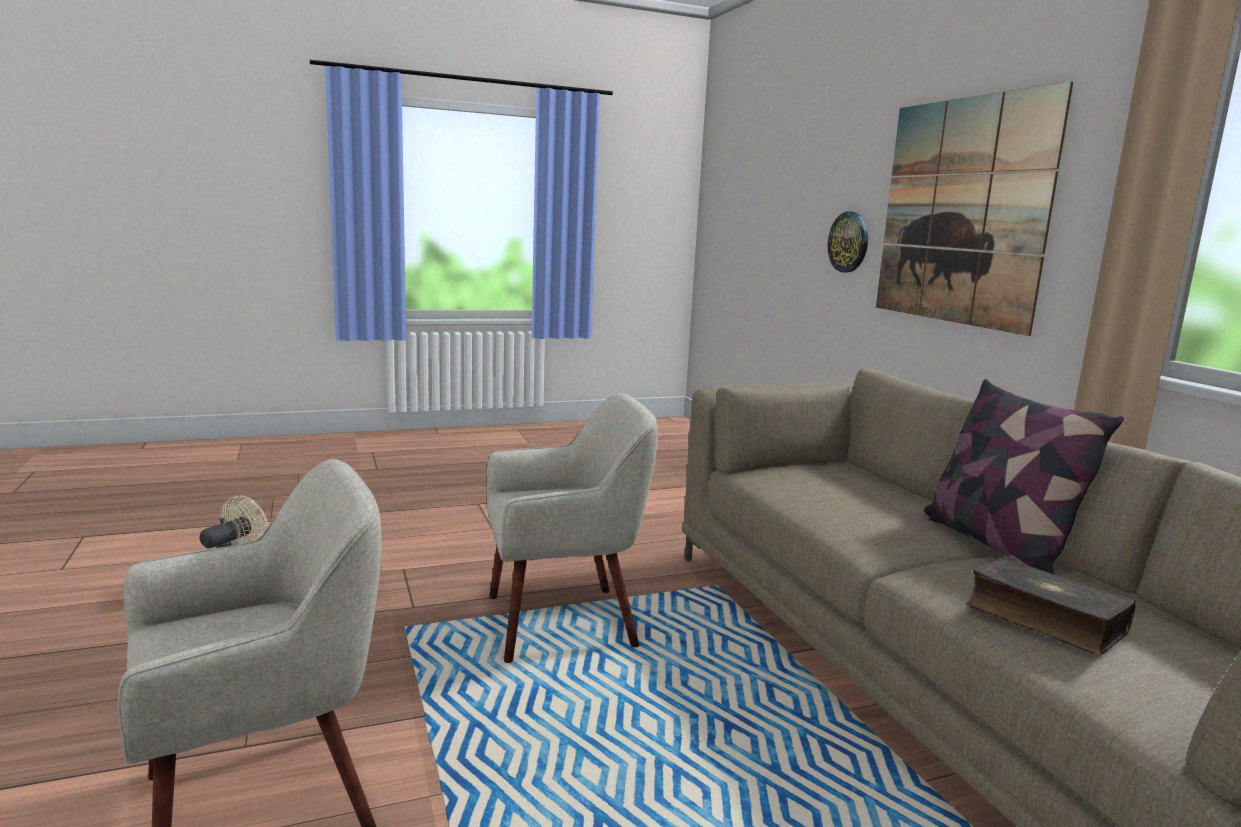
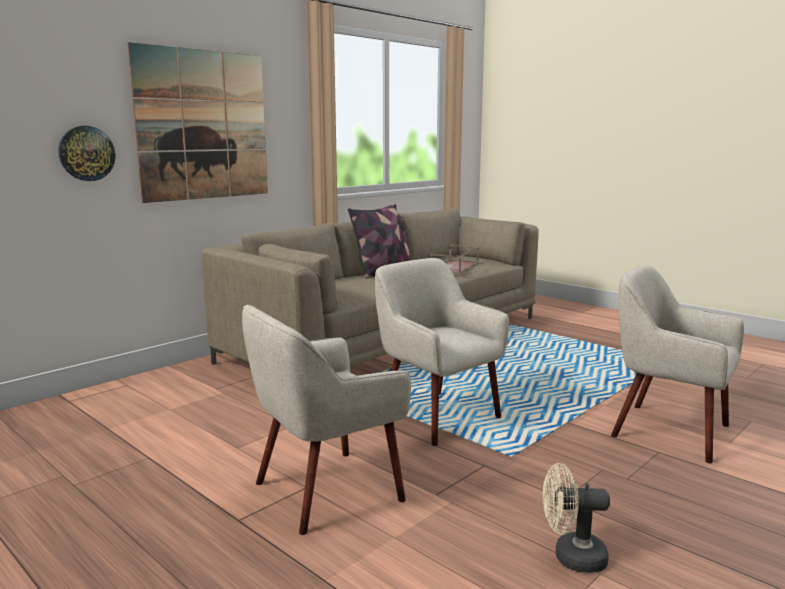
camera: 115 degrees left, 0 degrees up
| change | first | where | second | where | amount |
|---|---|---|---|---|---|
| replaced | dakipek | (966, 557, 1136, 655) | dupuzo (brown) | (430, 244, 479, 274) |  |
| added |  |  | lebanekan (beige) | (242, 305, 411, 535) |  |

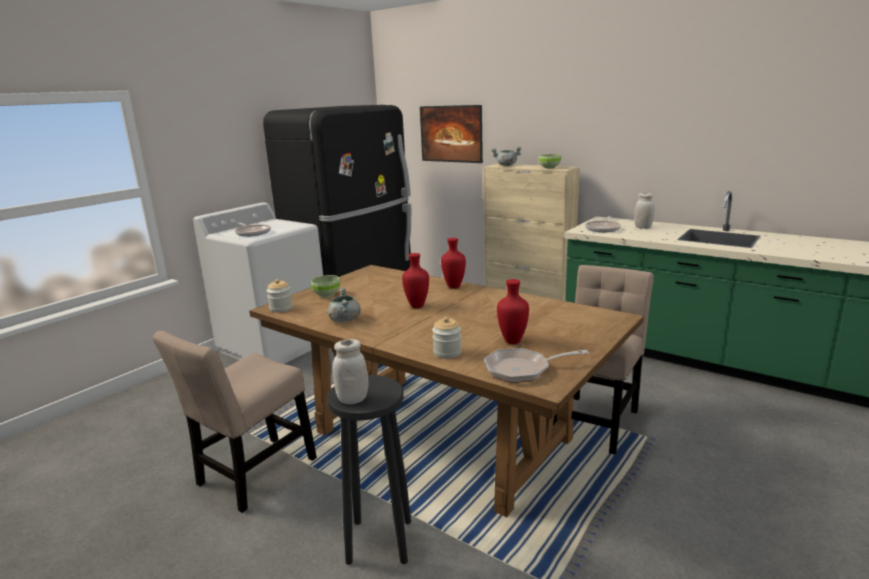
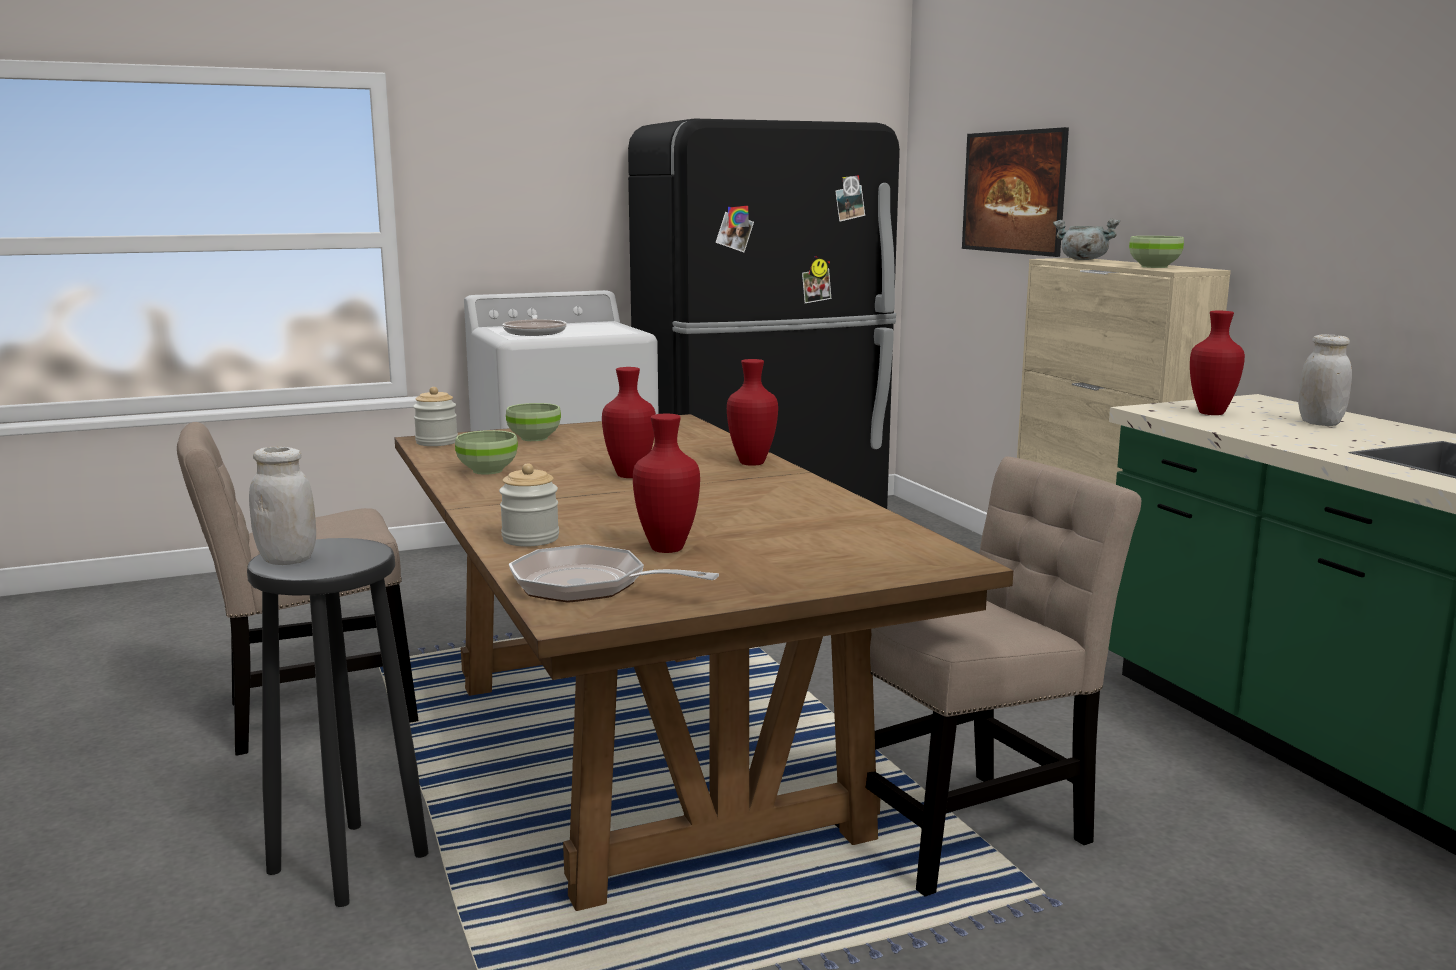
camera: 30 degrees right, 5 degrees down
| change | first | where | second | where | amount |
|---|---|---|---|---|---|
| replaced | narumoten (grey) | (328, 288, 361, 322) | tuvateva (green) | (455, 430, 518, 475) |  |
| replaced | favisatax | (585, 216, 621, 233) | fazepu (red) | (1190, 311, 1245, 415) |  |

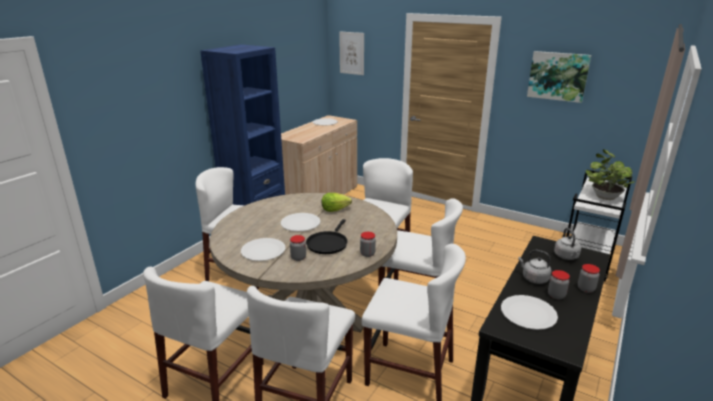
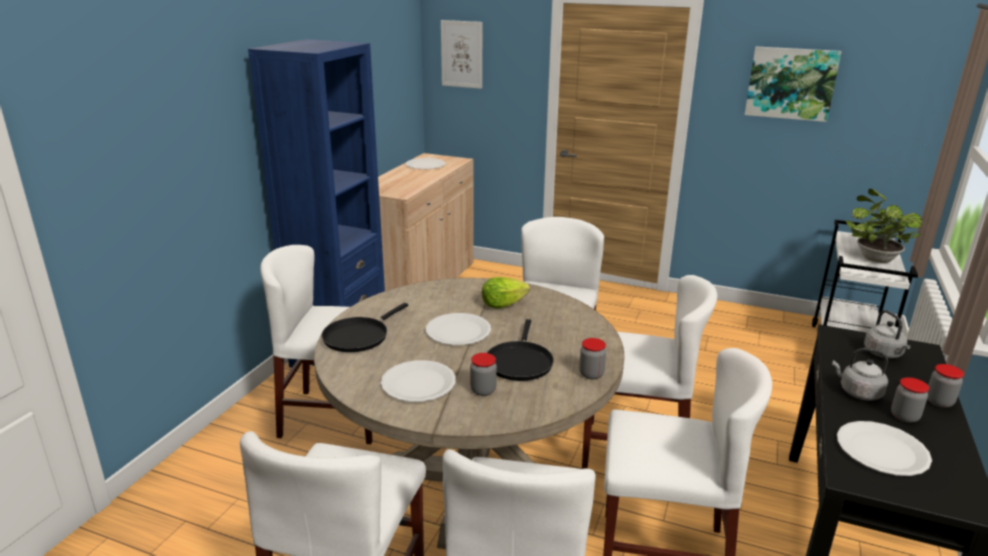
camera: 10 degrees left, 0 degrees up
| change | first | where | second | where | amount |
|---|---|---|---|---|---|
| added |  |  | favisatax (black) | (322, 303, 408, 352) |  |

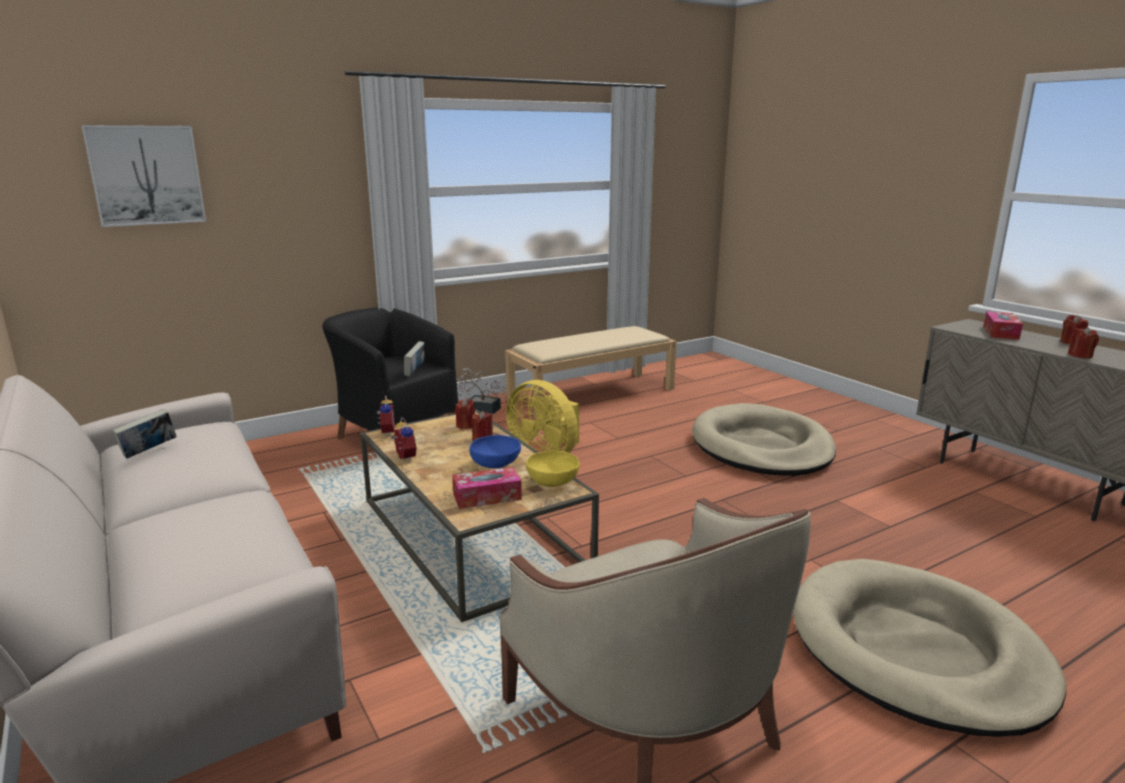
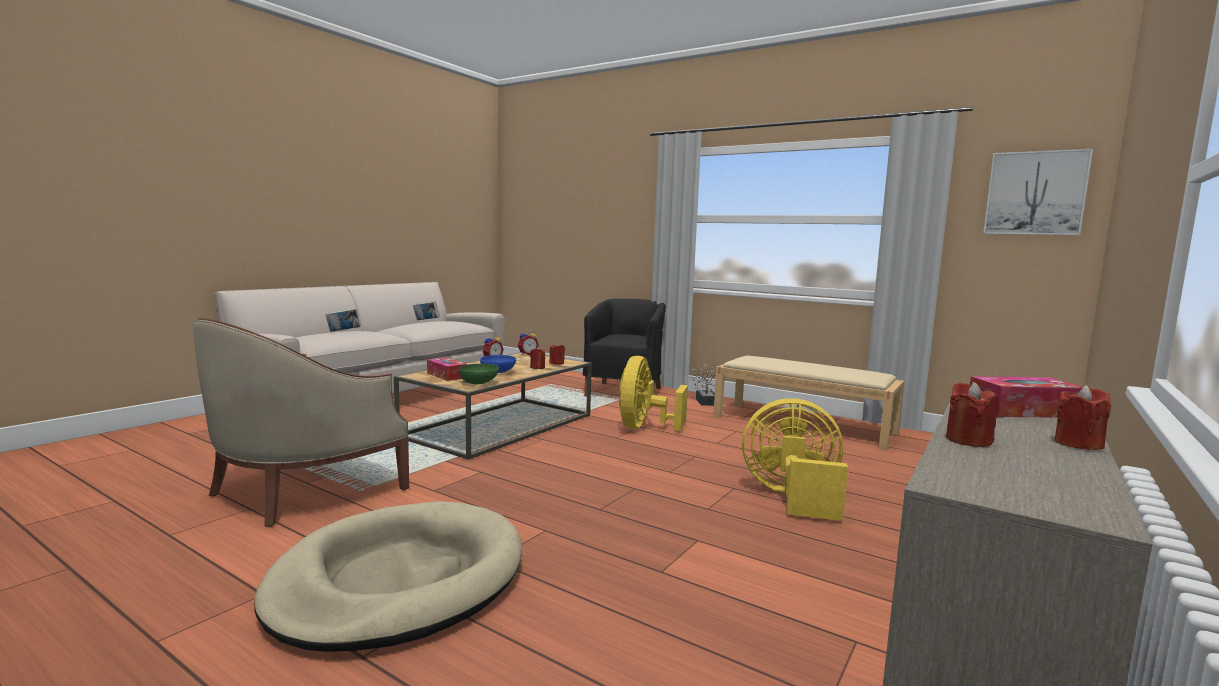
camera: 65 degrees right, 10 degrees down
| change | first | where | second | where | amount |
|---|---|---|---|---|---|
| moved | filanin | (81, 125, 206, 227) |  | (983, 149, 1093, 235) |  |
| moved | dakipek | (404, 341, 425, 377) |  | (325, 308, 361, 332) |  |
| recoloured | tuvateva (yellow) | (526, 451, 580, 487) | tuvateva (green) | (459, 364, 499, 385) |  |
| replaced | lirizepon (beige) | (692, 403, 836, 476) | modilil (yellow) | (742, 398, 848, 521) |  |

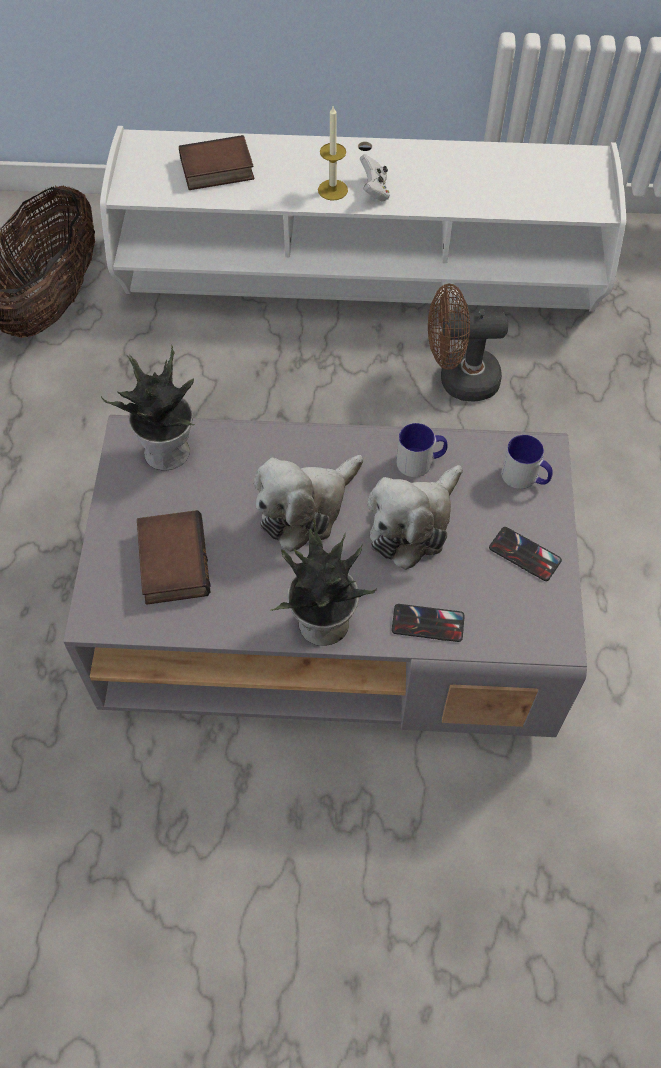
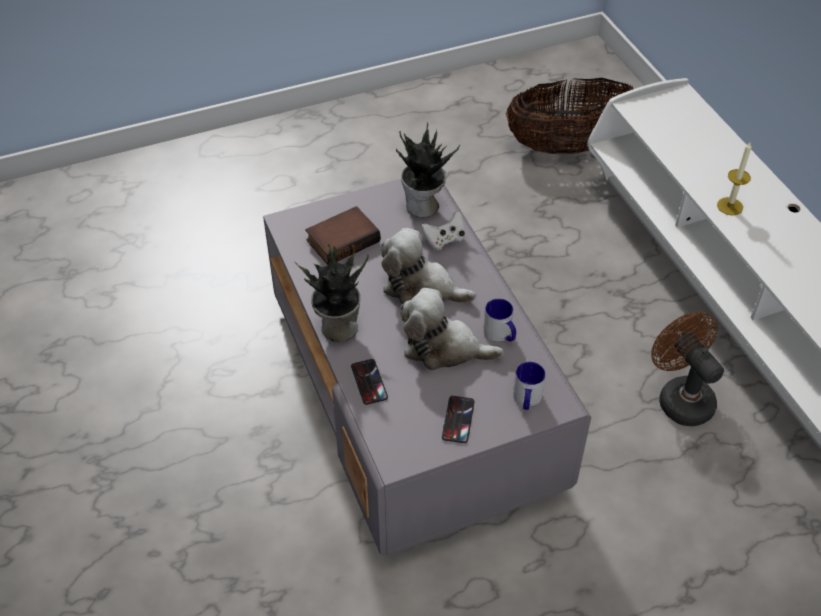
camera: 65 degrees right, 10 degrees down
| change | first | where | second | where | amount |
|---|---|---|---|---|---|
| removed | dakipek | (179, 135, 254, 190) |  |  |  |
| moved | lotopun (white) | (360, 155, 390, 201) |  | (421, 210, 465, 250) |  |

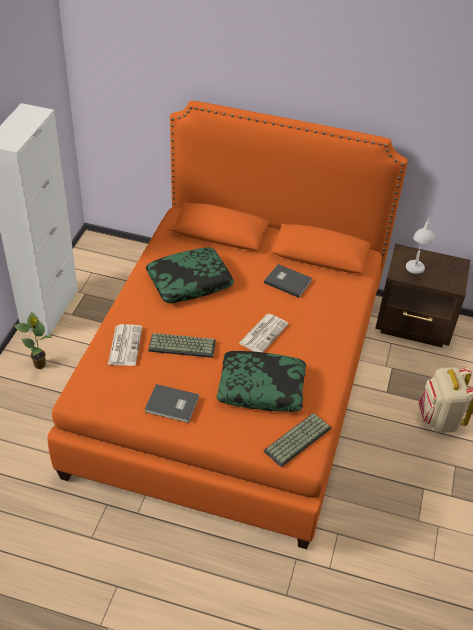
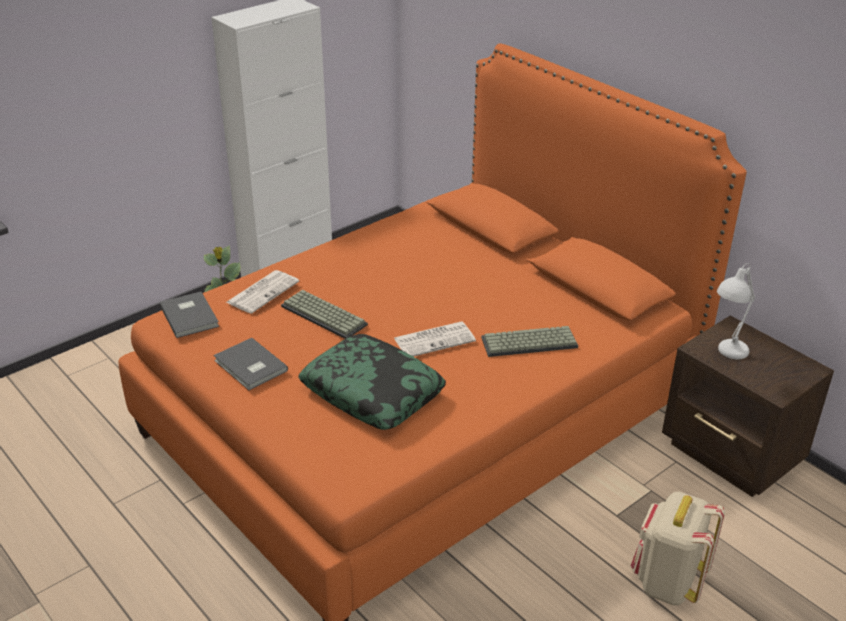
camera: 35 degrees right, 10 degrees down
| change | first | where | second | where | amount |
|---|---|---|---|---|---|
| removed | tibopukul | (146, 247, 234, 303) |  |  |  |
| moved | dakipek (grey) | (264, 264, 312, 298) |  | (160, 292, 219, 338) |  |
| moved | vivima | (264, 413, 331, 467) |  | (481, 326, 578, 357) |  |

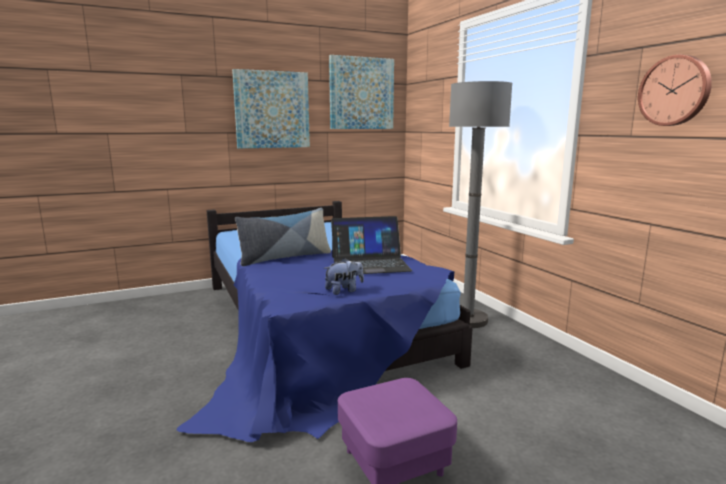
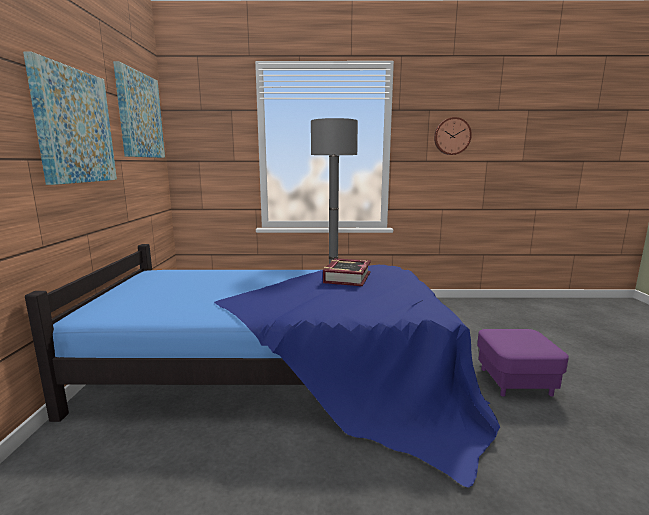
camera: 65 degrees left, 0 degrees up
| change | first | where | second | where | amount |
|---|---|---|---|---|---|
| removed | tibopukul | (235, 208, 331, 266) |  |  |  |
| removed | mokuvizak | (324, 258, 364, 295) |  |  |  |
| replaced | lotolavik | (331, 216, 412, 274) | dakipek | (323, 258, 371, 286) |  |

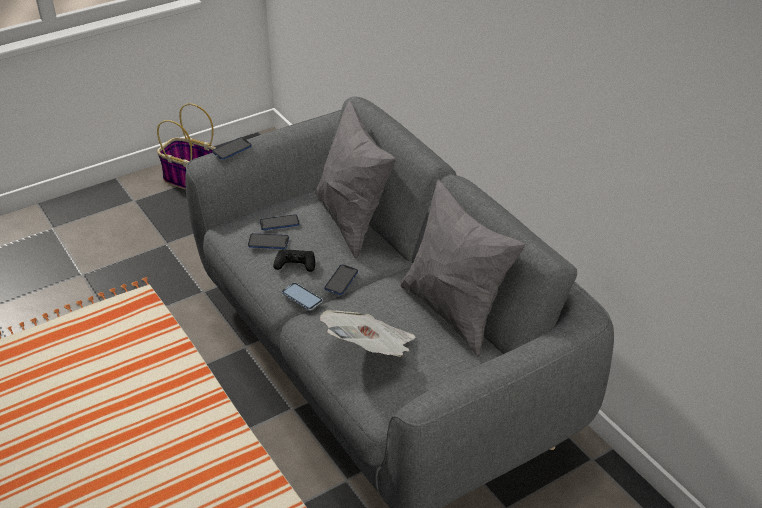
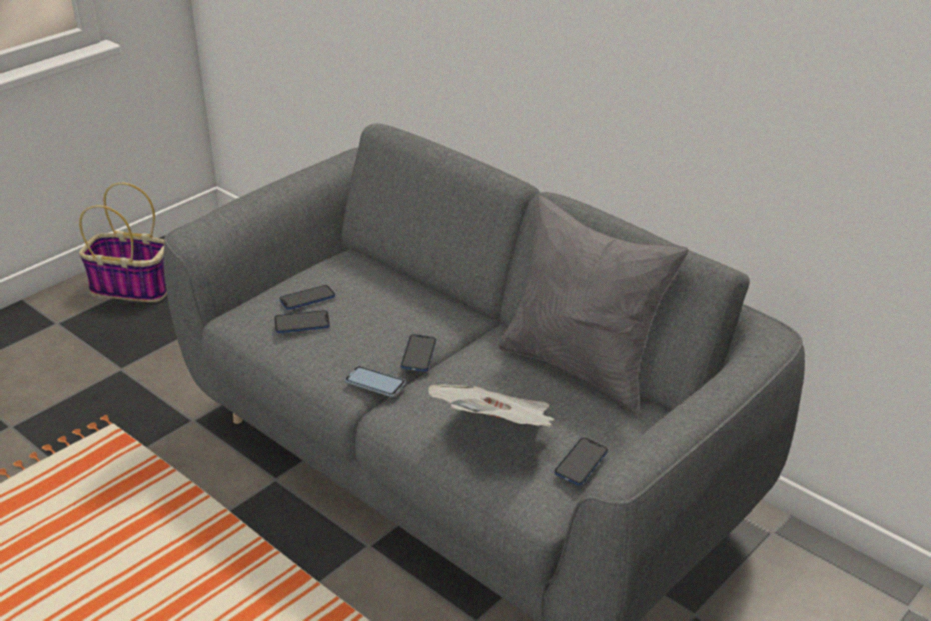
camera: 15 degrees left, 5 degrees down
| change | first | where | second | where | amount |
|---|---|---|---|---|---|
| moved | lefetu | (212, 137, 252, 160) |  | (554, 437, 608, 485) |  |
| removed | lotopun (black) | (273, 249, 315, 272) |  |  |  |
| removed | tibopukul (grey) | (315, 100, 396, 259) |  |  |  |

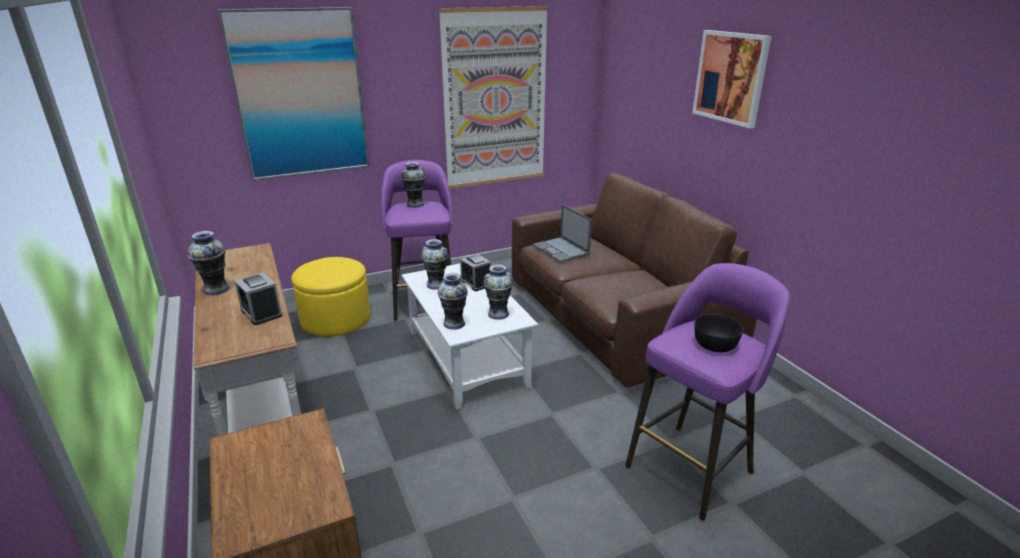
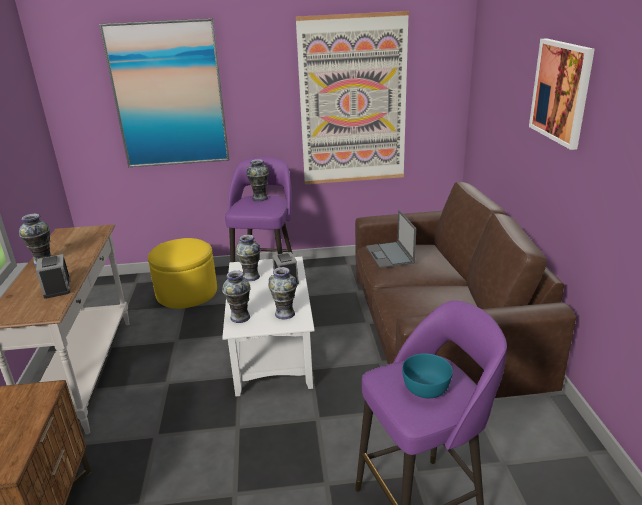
camera: 20 degrees right, 0 degrees up
| change | first | where | second | where | amount |
|---|---|---|---|---|---|
| recoloured | tuvateva (black) | (694, 314, 743, 352) | tuvateva (turquoise) | (402, 353, 453, 398) |  |

